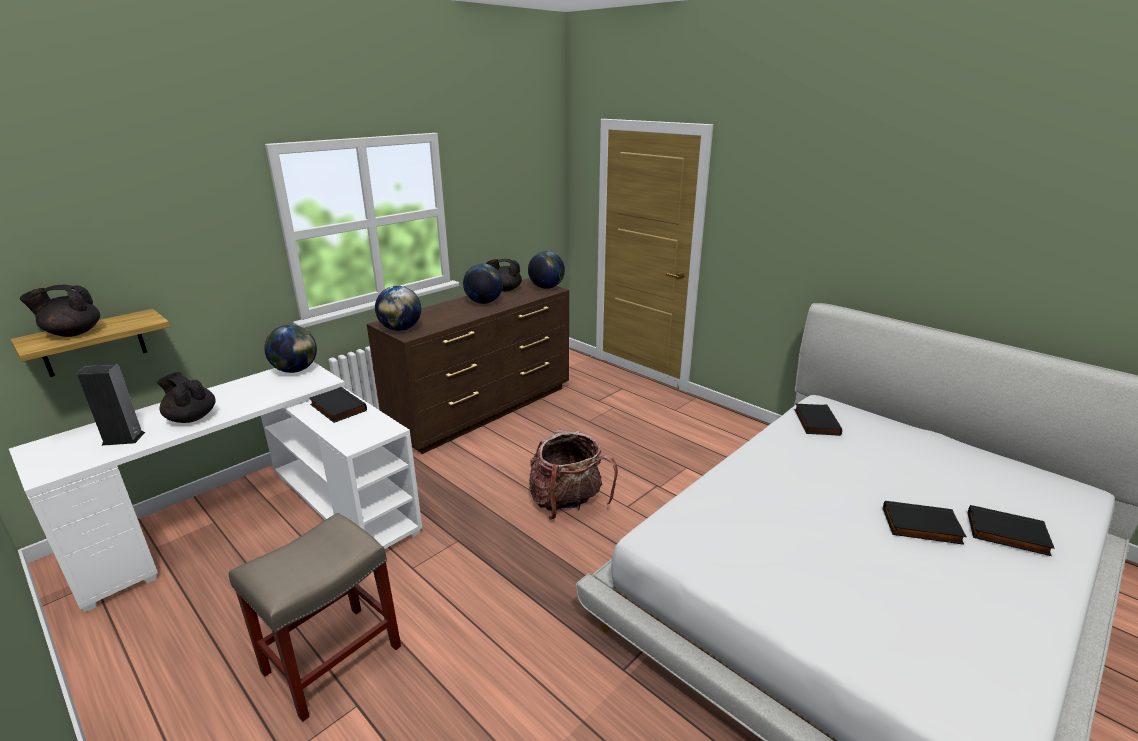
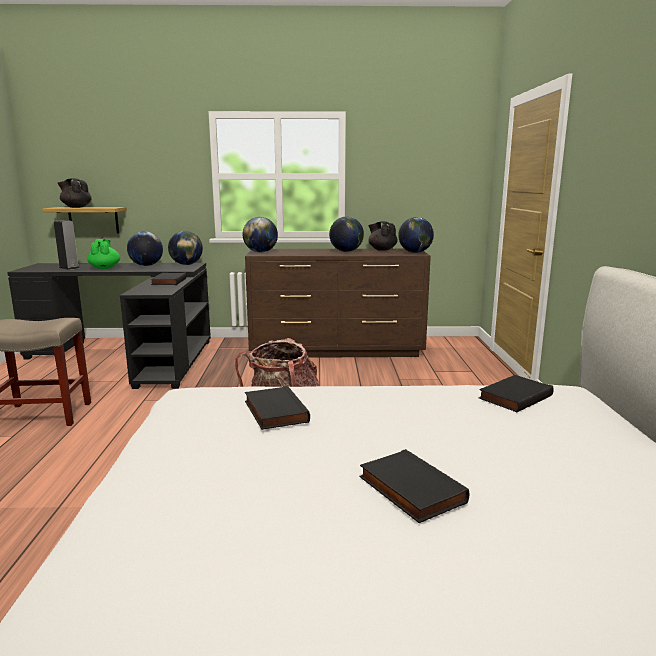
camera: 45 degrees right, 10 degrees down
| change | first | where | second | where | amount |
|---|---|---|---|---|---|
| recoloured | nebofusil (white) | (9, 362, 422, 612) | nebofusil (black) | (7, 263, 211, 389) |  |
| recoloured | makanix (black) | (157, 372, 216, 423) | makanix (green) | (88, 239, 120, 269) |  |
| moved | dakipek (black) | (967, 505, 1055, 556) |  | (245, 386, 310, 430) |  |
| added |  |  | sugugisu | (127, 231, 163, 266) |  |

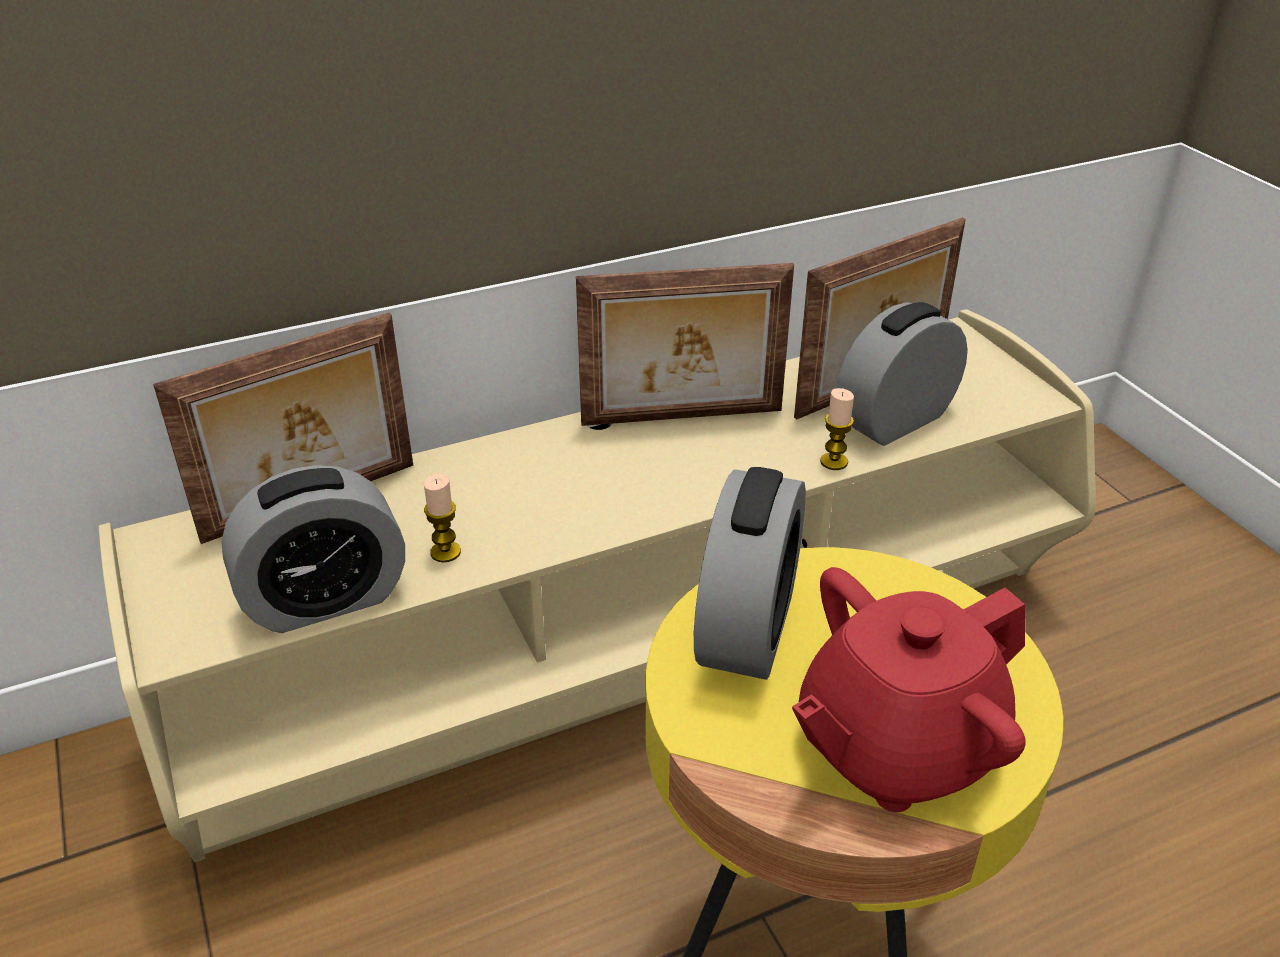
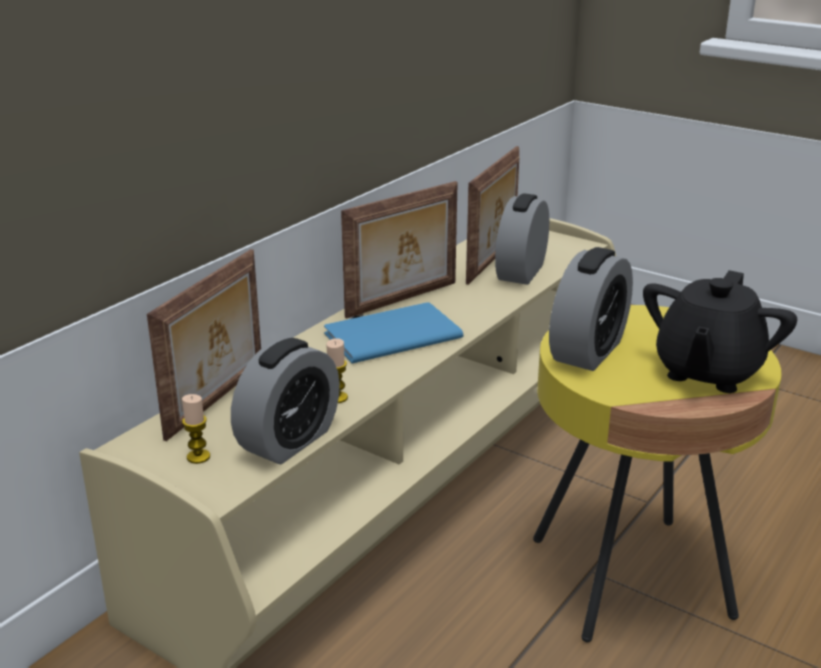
camera: 30 degrees left, 10 degrees down
| change | first | where | second | where | amount |
|---|---|---|---|---|---|
| turned | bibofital | (694, 467, 806, 680) |  | (549, 247, 633, 371) | 45 degrees clockwise |
| recoloured | makanix (red) | (792, 567, 1026, 812) | makanix (black) | (643, 270, 797, 393) |  |
| moved | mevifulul | (820, 388, 854, 470) |  | (182, 394, 210, 464) |  |
| added |  |  | dakipek (blue) | (324, 302, 464, 363) |  |

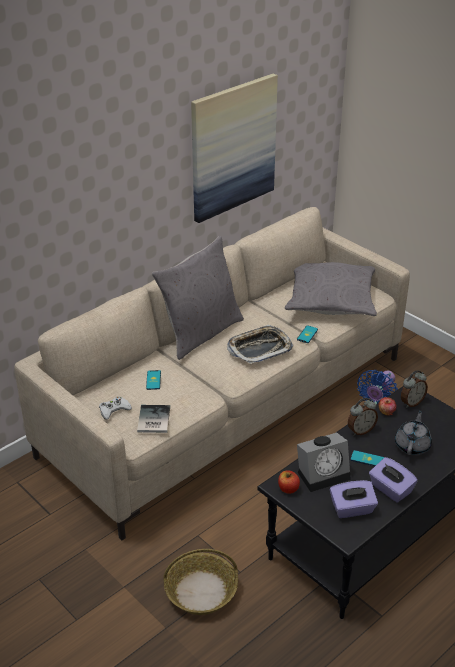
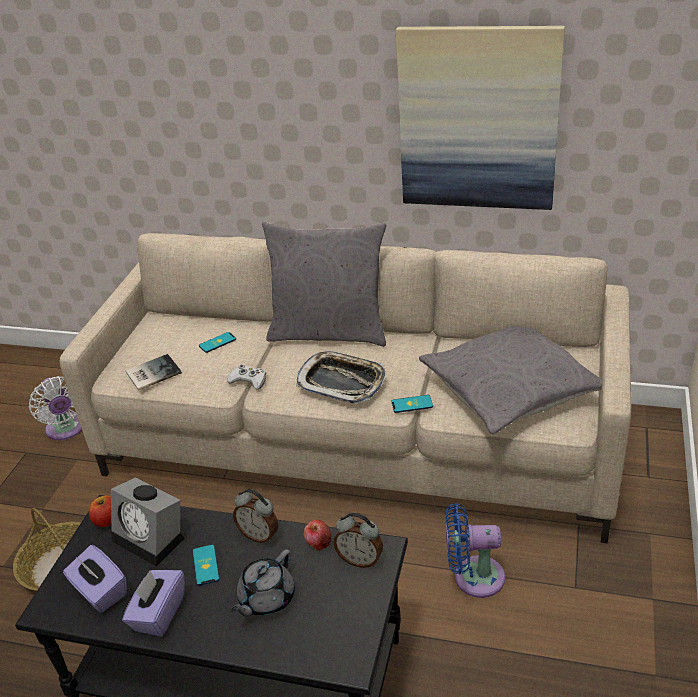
camera: 60 degrees right, 0 degrees up
| change | first | where | second | where | amount |
|---|---|---|---|---|---|
| moved | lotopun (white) | (99, 396, 132, 420) |  | (227, 365, 267, 389) |  |
| turned | makanix (grey) | (395, 410, 432, 455) |  | (231, 549, 295, 616) | 135 degrees clockwise |
| added |  |  | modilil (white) | (29, 376, 82, 440) |  |

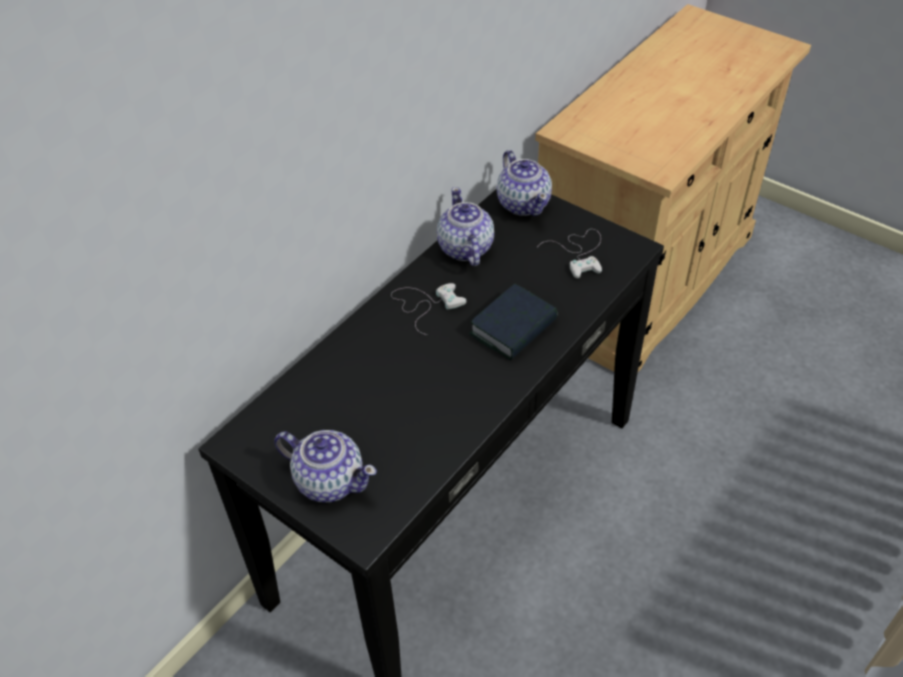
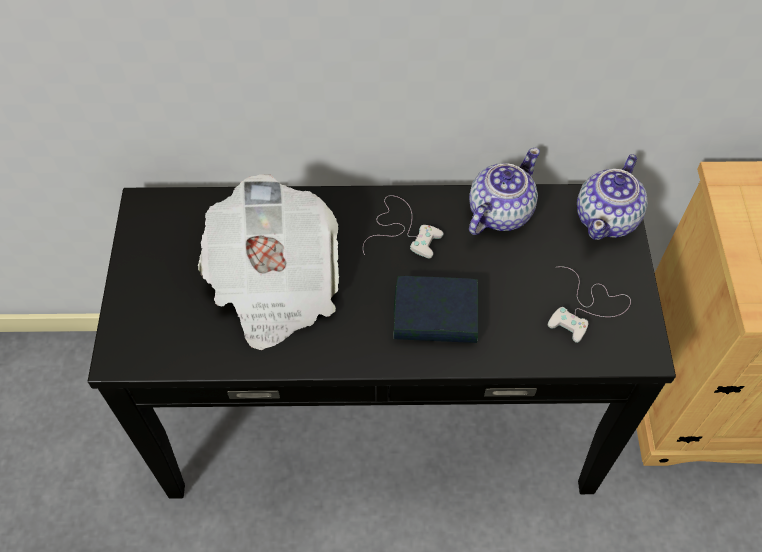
camera: 50 degrees right, 10 degrees up
| change | first | where | second | where | amount |
|---|---|---|---|---|---|
| removed | makanix | (274, 430, 377, 502) |  |  |  |
| added |  |  | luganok | (197, 174, 339, 350) |  |

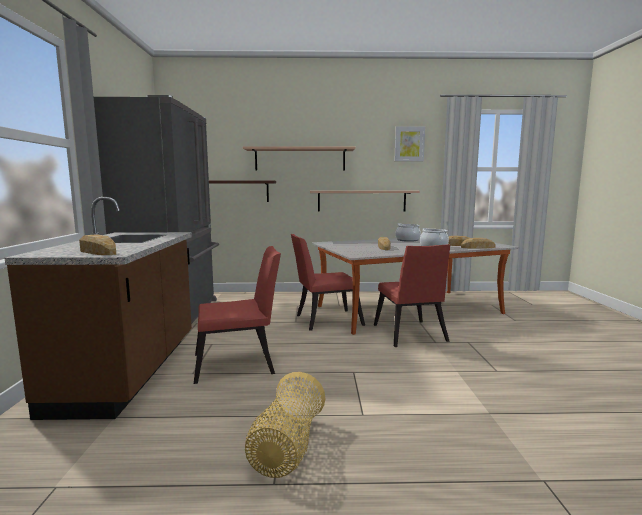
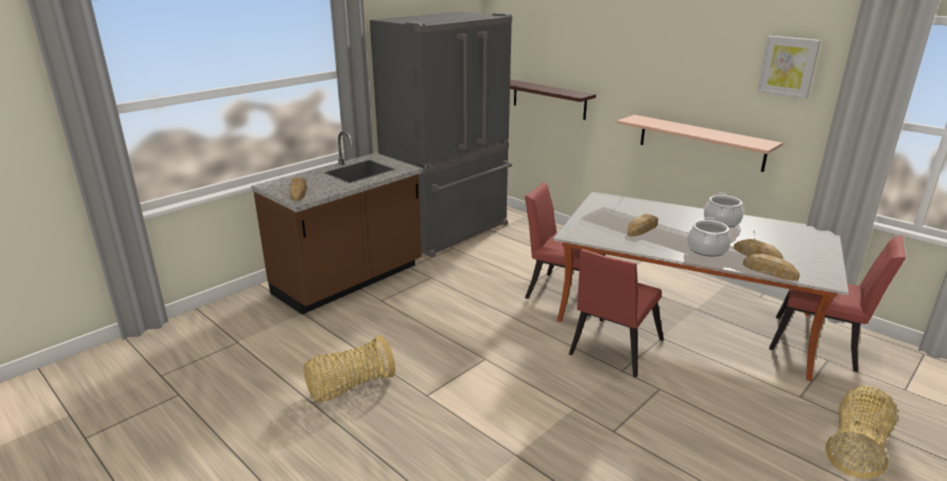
camera: 45 degrees right, 15 degrees up
| change | first | where | second | where | amount |
|---|---|---|---|---|---|
| moved | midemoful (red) | (194, 246, 281, 384) |  | (769, 236, 906, 372) |  |
| removed | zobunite | (243, 146, 355, 171) |  |  |  |
| added |  |  | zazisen | (825, 386, 897, 479) |  |

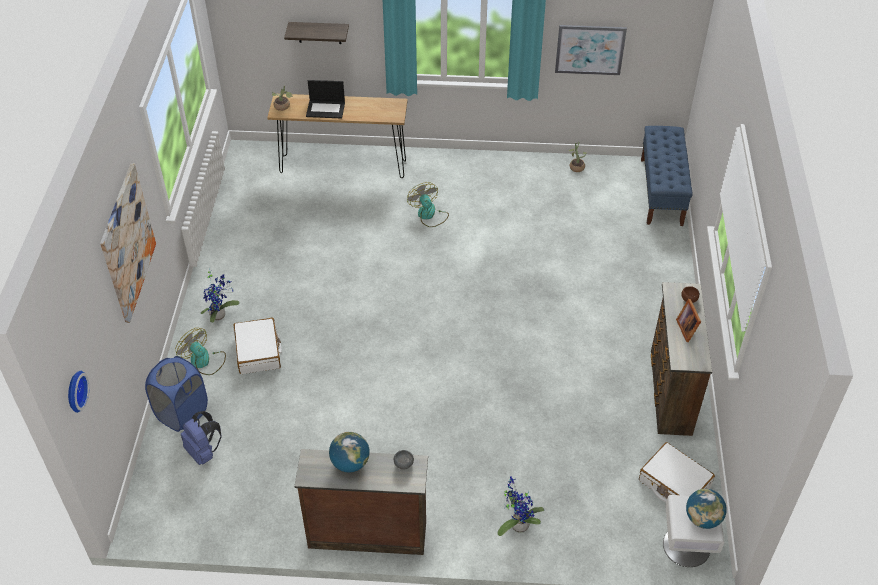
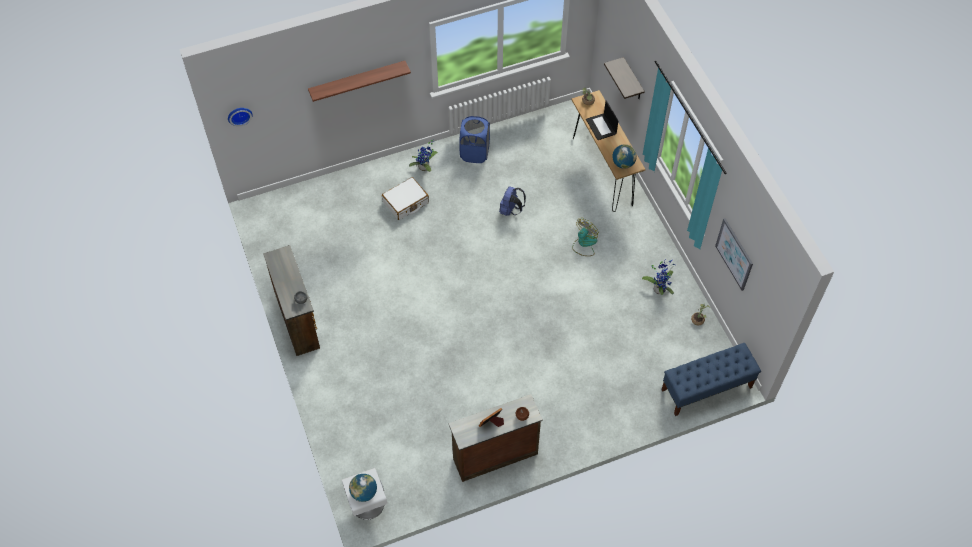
camera: 65 degrees right, 10 degrees up
| change | first | where | second | where | amount |
|---|---|---|---|---|---|
| replaced | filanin | (100, 163, 156, 323) | zobunite | (308, 61, 411, 102) |  |
| moved | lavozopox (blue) | (145, 356, 208, 432) |  | (459, 116, 490, 163) |  |
| removed | modilil | (175, 328, 226, 375) |  |  |  |
| moved | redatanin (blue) | (181, 411, 222, 465) |  | (499, 187, 526, 216) |  |
| moved | sugugisu | (329, 432, 370, 472) |  | (612, 144, 637, 169) |  |
| moved | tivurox | (497, 477, 544, 536) |  | (642, 260, 675, 295) |  |
| removed | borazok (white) | (639, 442, 715, 502) |  |  |  |

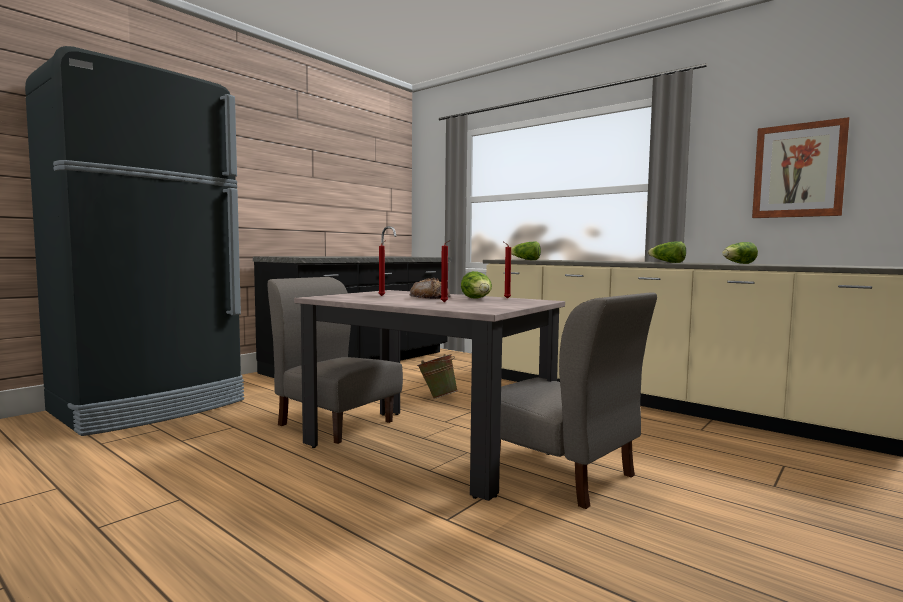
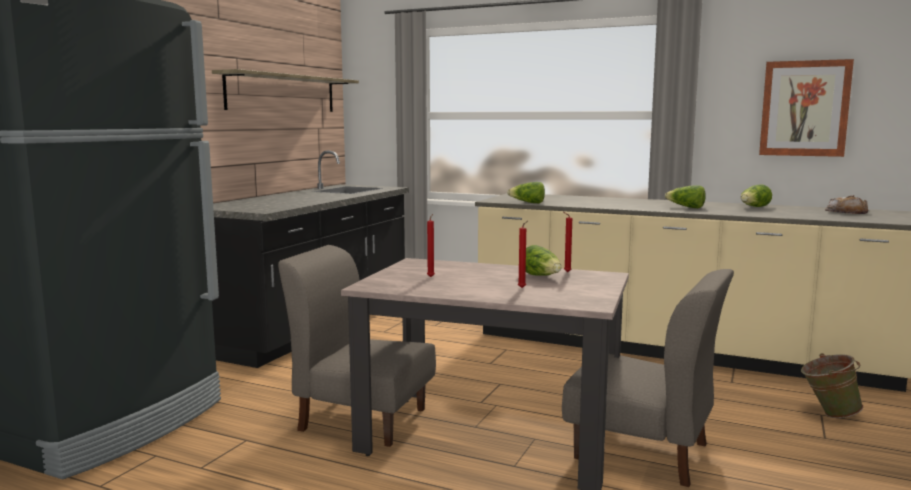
camera: 15 degrees left, 5 degrees up
| change | first | where | second | where | amount |
|---|---|---|---|---|---|
| moved | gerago | (409, 278, 451, 299) |  | (825, 195, 868, 214) |  |
| moved | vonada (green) | (417, 354, 458, 399) |  | (801, 353, 864, 418) |  |
| added |  |  | zobunite | (212, 69, 359, 112) |  |

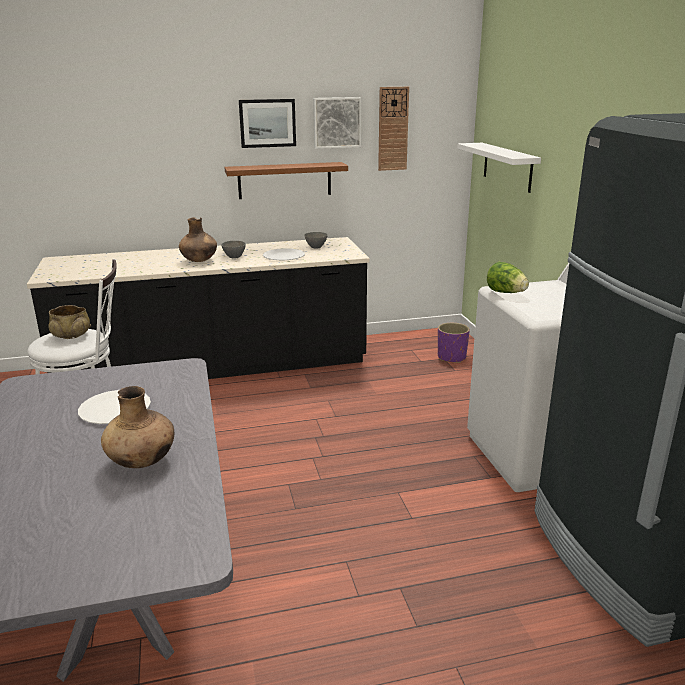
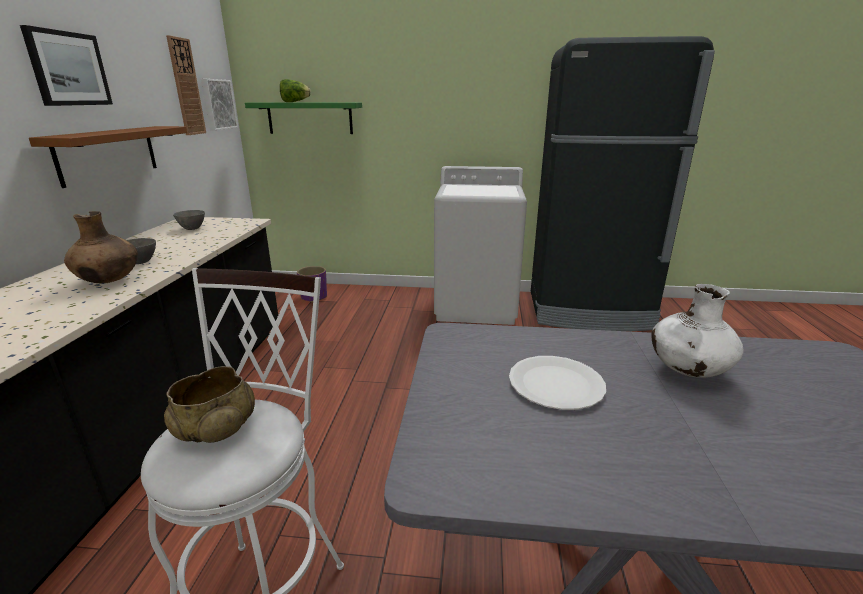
camera: 70 degrees left, 0 degrees up
| change | first | where | second | where | amount |
|---|---|---|---|---|---|
| recoloured | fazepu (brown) | (101, 386, 174, 468) | fazepu (white) | (651, 284, 744, 378) |  |
| removed | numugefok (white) | (263, 248, 305, 260) |  |  |  |
| moved | filanin | (313, 97, 361, 149) |  | (201, 79, 238, 131) |  |
| recoloured | zobunite (white) | (457, 143, 541, 193) | zobunite (green) | (245, 102, 362, 134) |  |
| moved | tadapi | (487, 262, 529, 293) |  | (280, 79, 311, 102) |  |

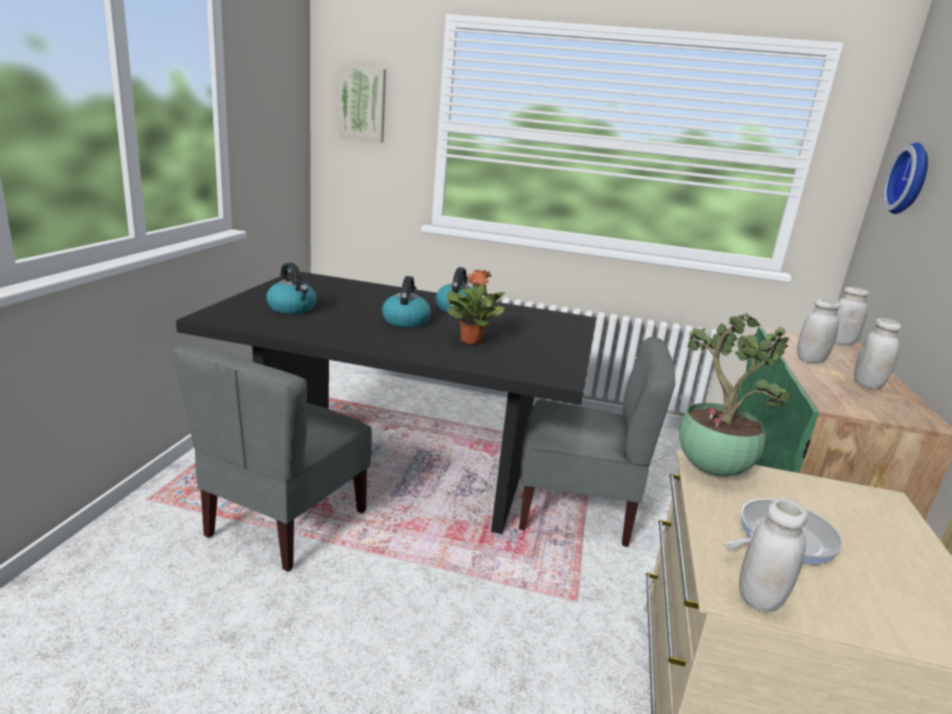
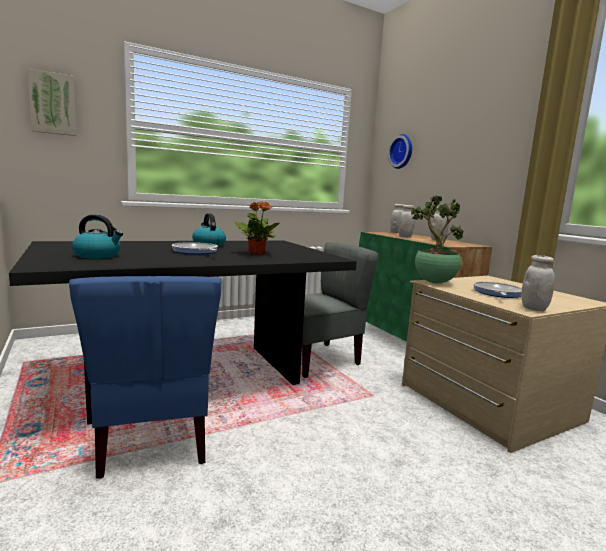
camera: 40 degrees left, 10 degrees down
| change | first | where | second | where | amount |
|---|---|---|---|---|---|
| recoloured | midemoful (grey) | (173, 344, 372, 572) | midemoful (blue) | (69, 276, 222, 479) |  |
| replaced | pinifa | (382, 276, 431, 328) | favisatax | (172, 242, 218, 254) |  |

